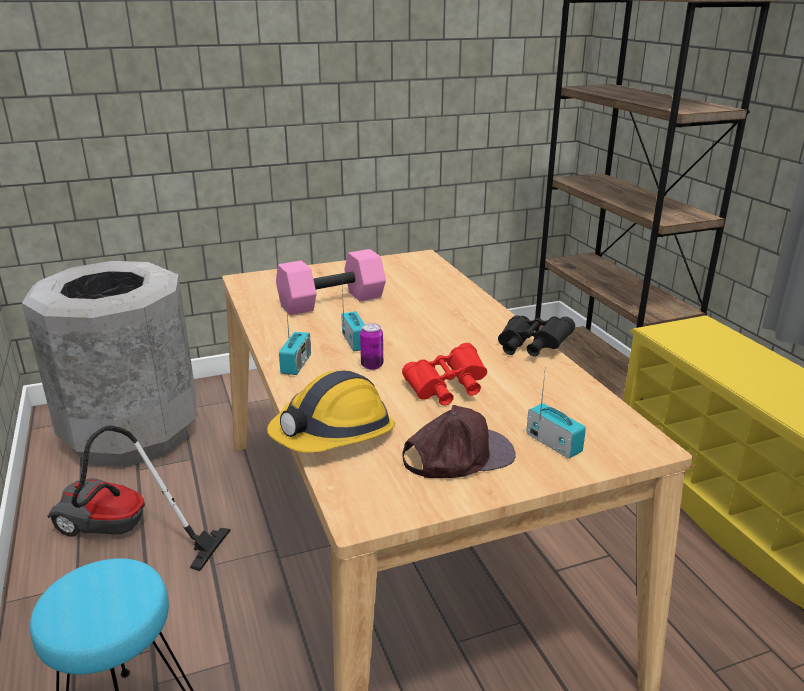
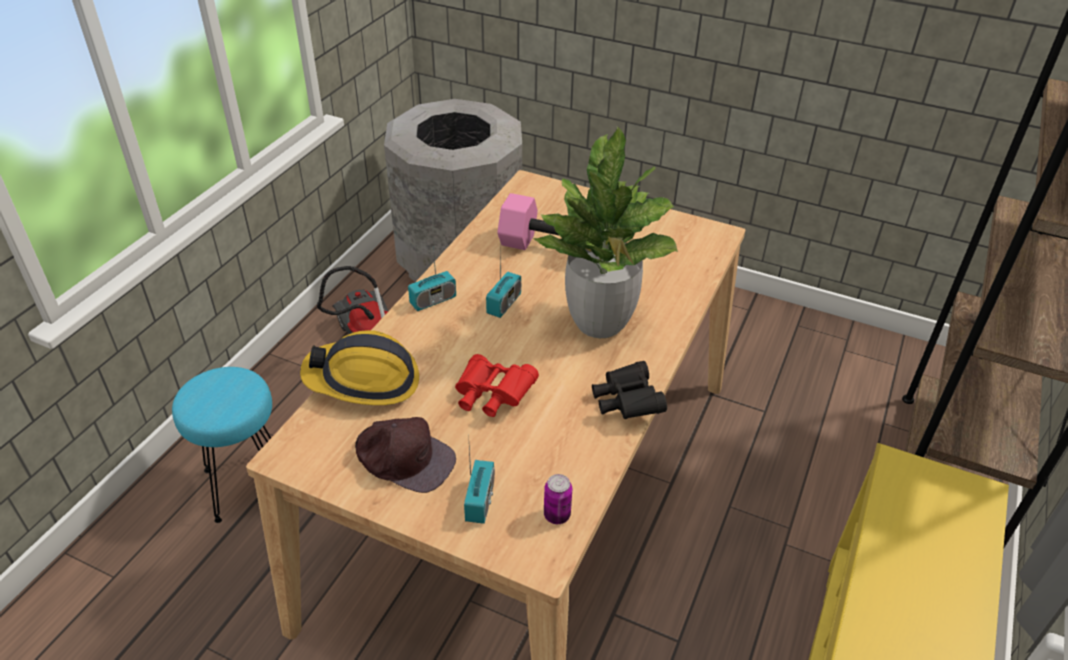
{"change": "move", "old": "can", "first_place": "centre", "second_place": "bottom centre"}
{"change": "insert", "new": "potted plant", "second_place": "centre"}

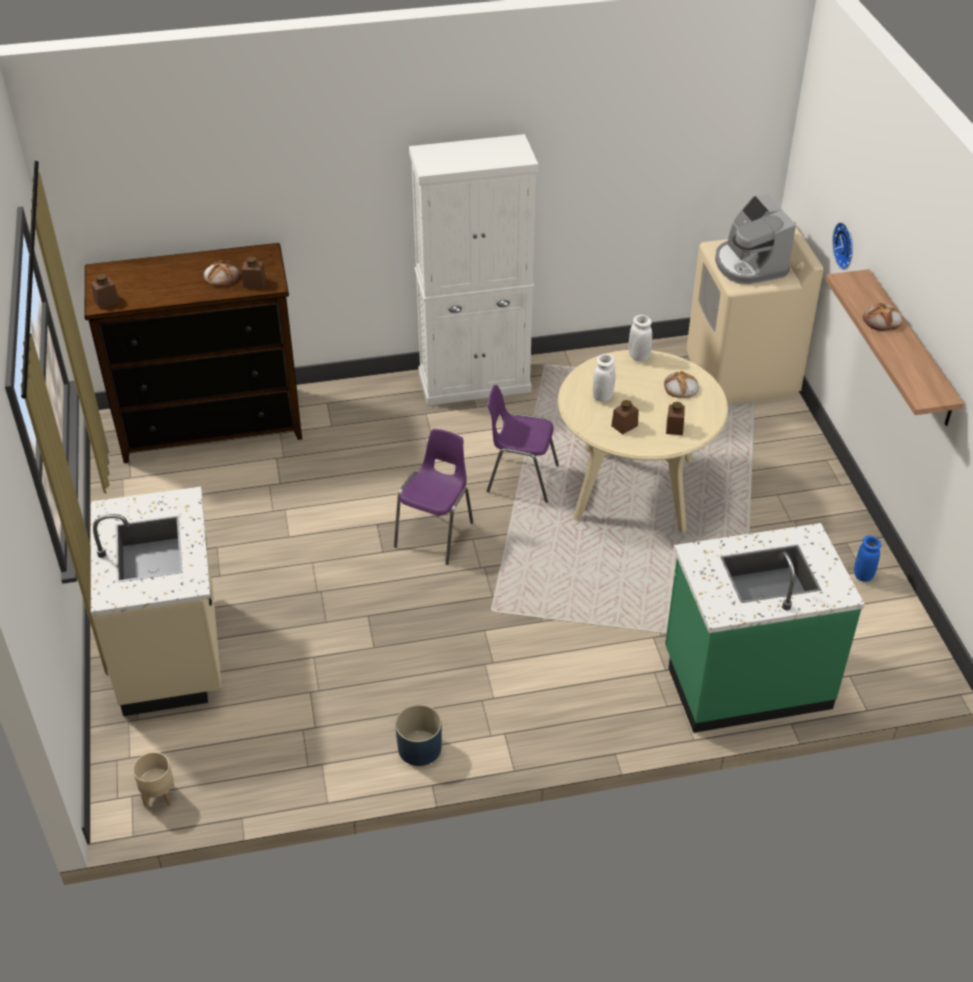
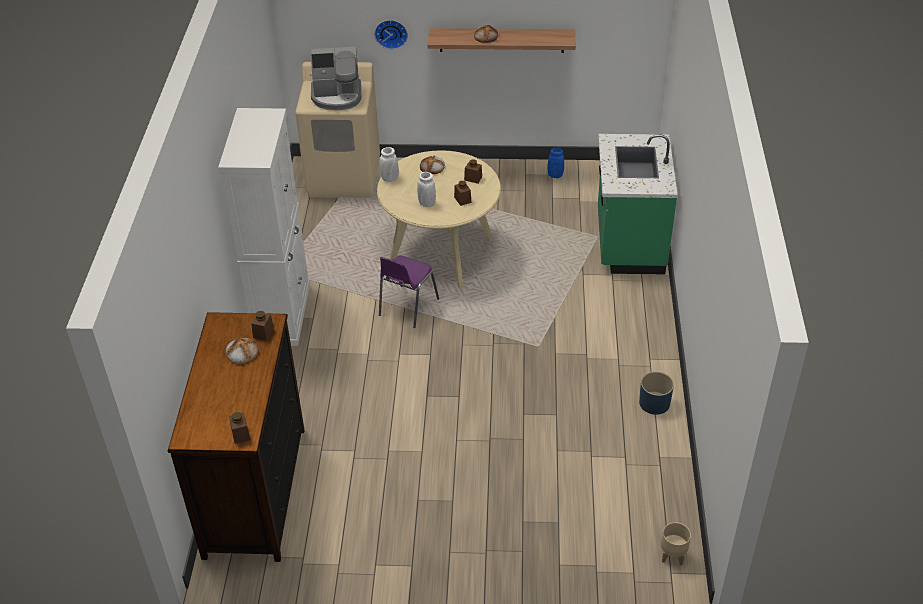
{"change": "delete", "old": "chair in purple (1st from left)", "first_place": "centre"}
{"change": "delete", "old": "counter in beige", "first_place": "middle left"}

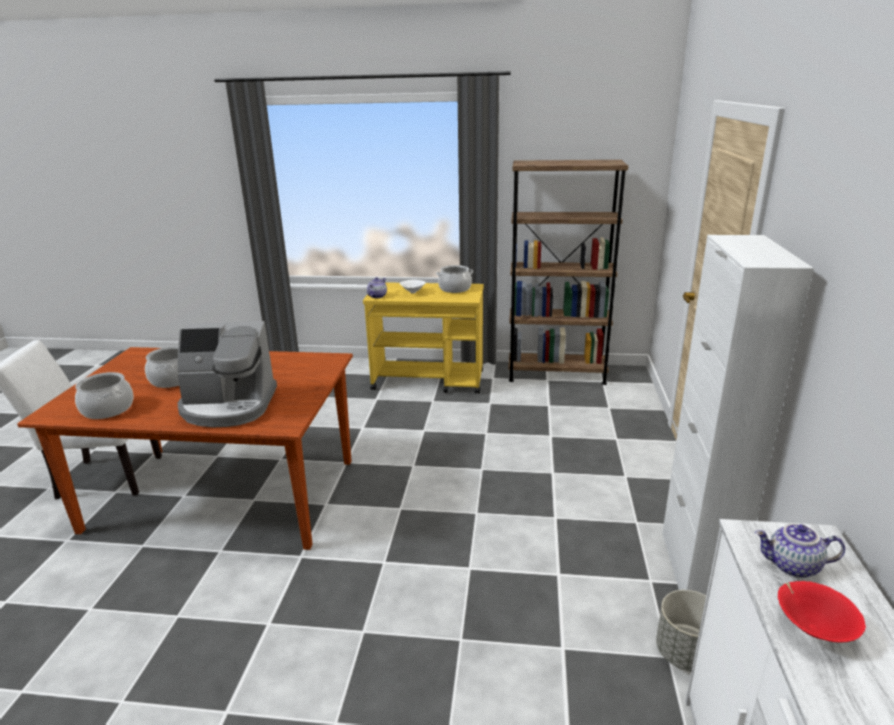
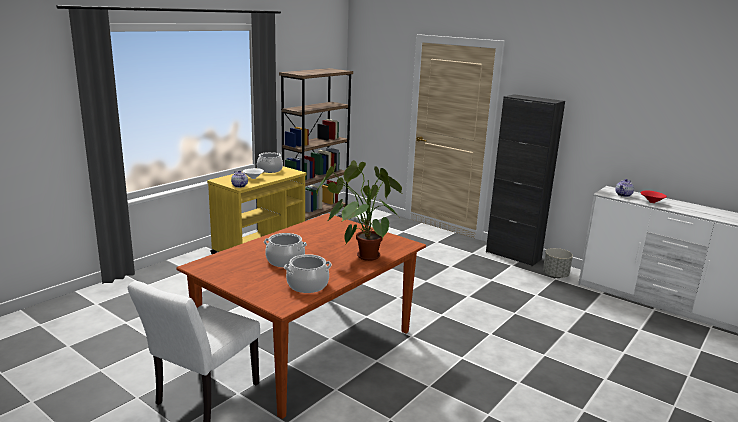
{"change": "recolor", "old": "cabinet in white", "new": "cabinet in black", "first_place": "middle right", "second_place": "middle right"}
{"change": "replace", "old": "coffee machine", "new": "potted plant", "first_place": "middle left", "second_place": "centre"}

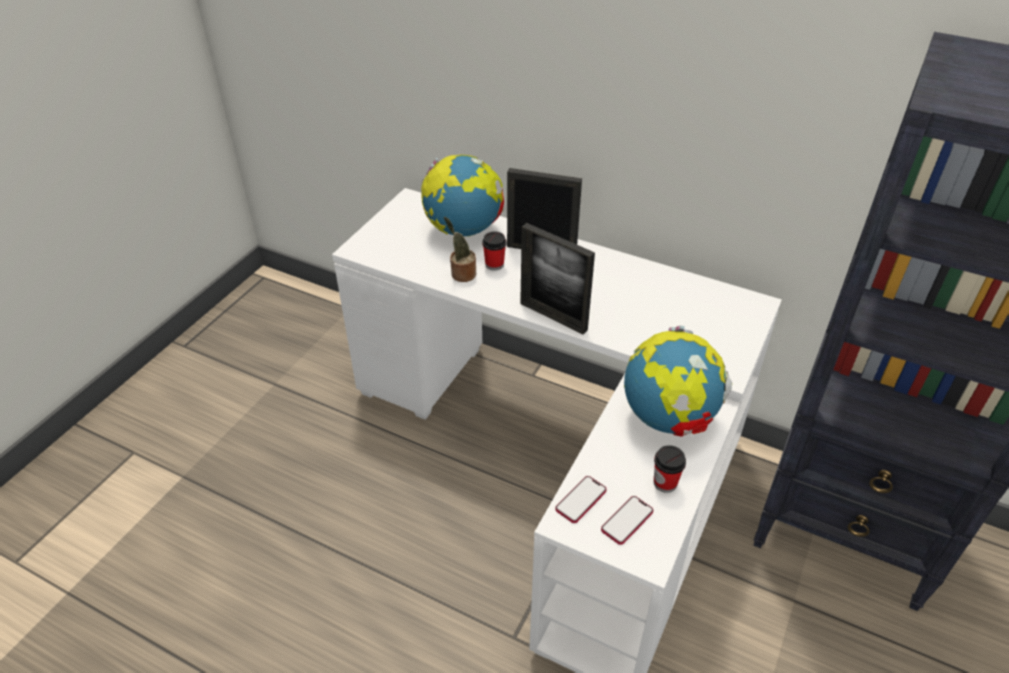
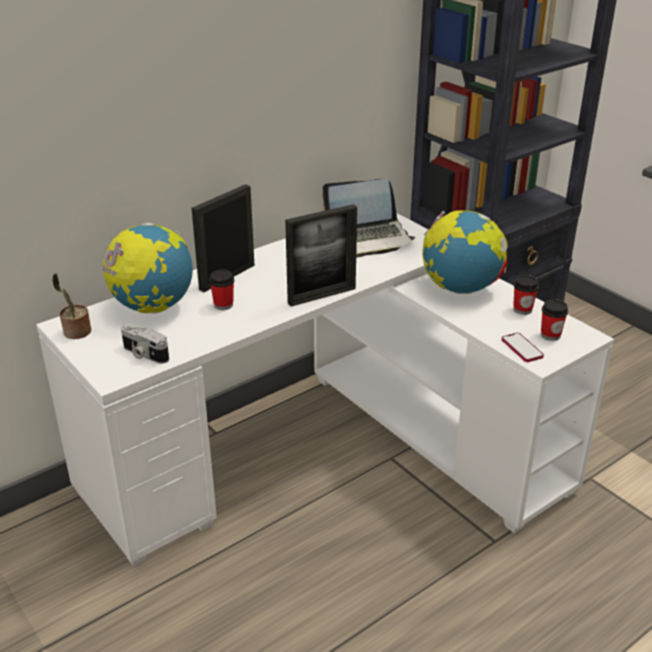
{"change": "move", "old": "potted plant", "first_place": "centre", "second_place": "middle left"}
{"change": "replace", "old": "phone (2nd from left)", "new": "cup (3rd from left)", "first_place": "bottom centre", "second_place": "middle right"}
{"change": "insert", "new": "laptop", "second_place": "centre"}
{"change": "insert", "new": "photo camera", "second_place": "middle left"}

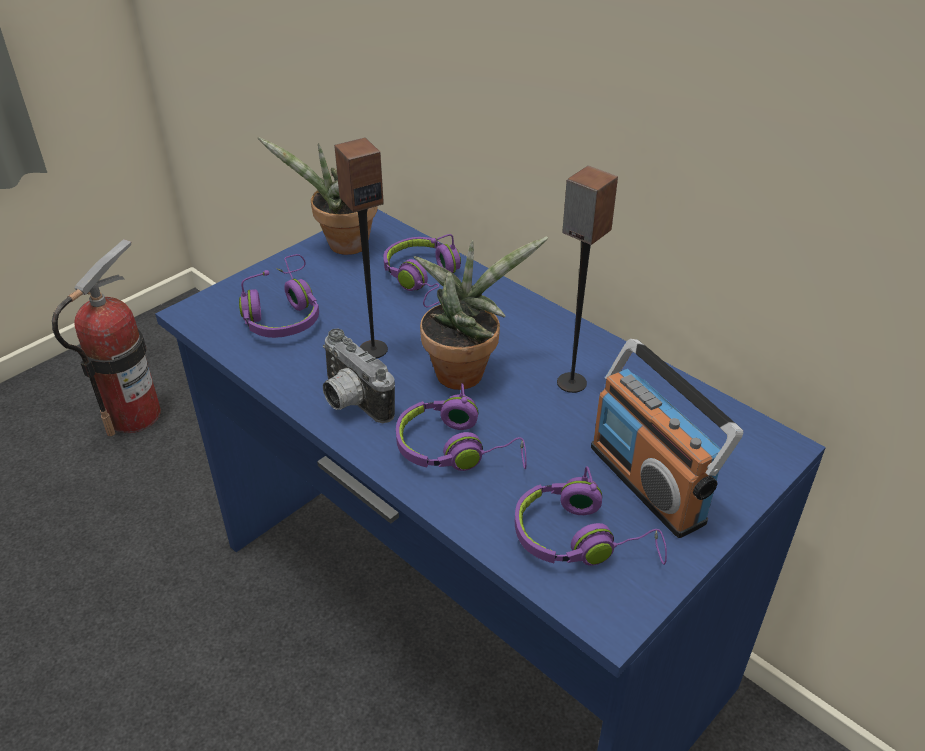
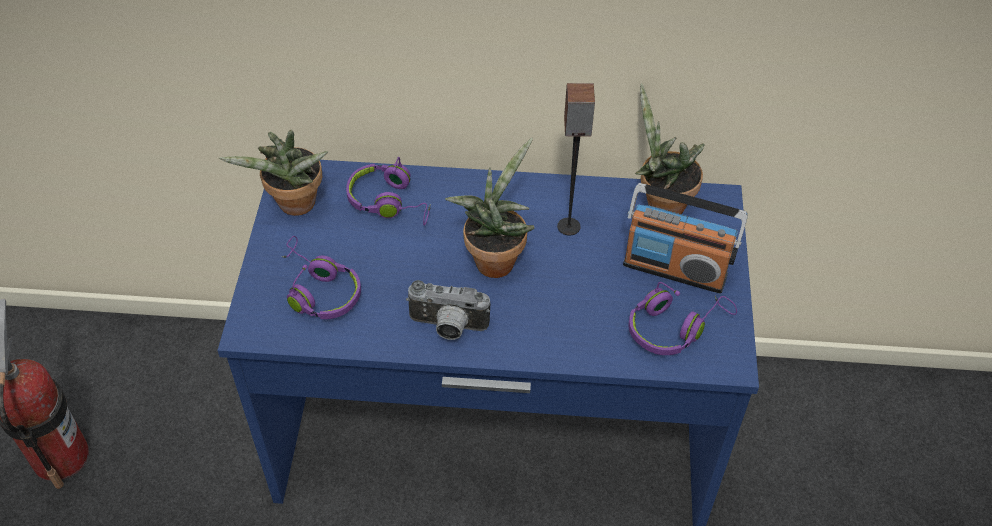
{"change": "delete", "old": "speaker (1st from left)", "first_place": "top centre"}
{"change": "delete", "old": "headphones in purple (3rd from left)", "first_place": "centre"}
{"change": "insert", "new": "potted plant (3rd from left)", "second_place": "top right"}

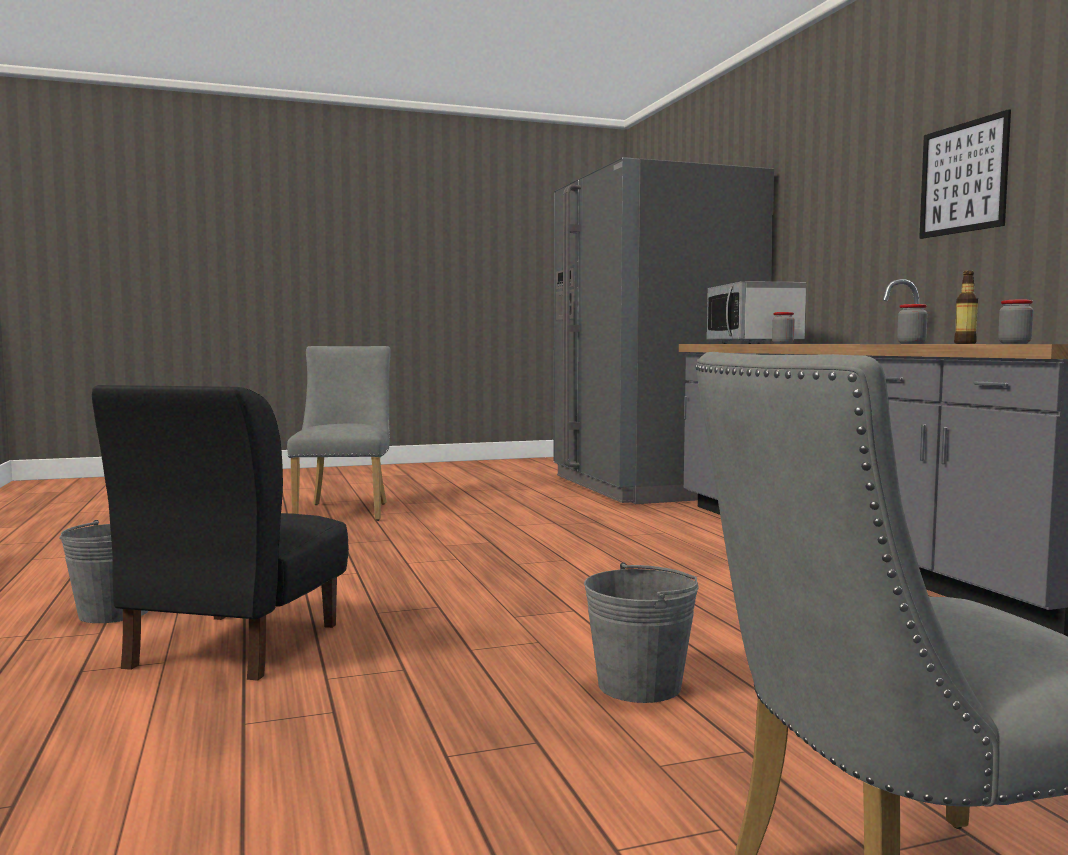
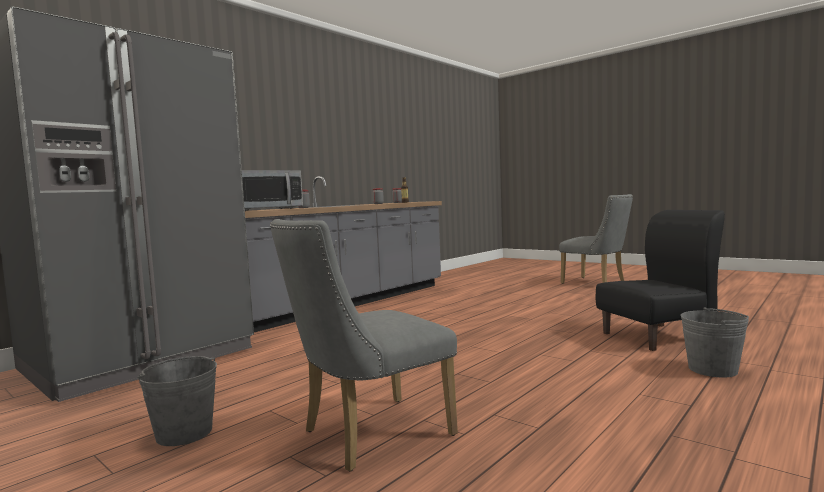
{"change": "delete", "old": "picture", "first_place": "top right"}
{"change": "move", "old": "bucket in grey (2nd from left in the first image)", "new": "bucket in grey (1st from left)", "first_place": "bottom centre", "second_place": "bottom left"}

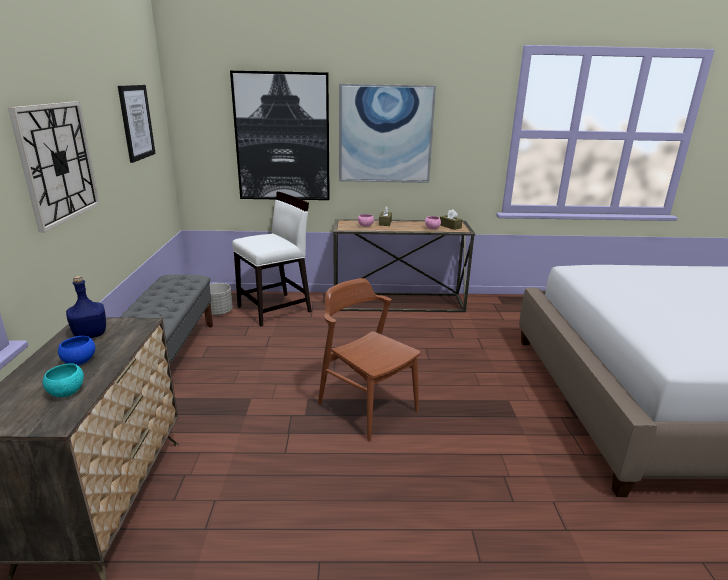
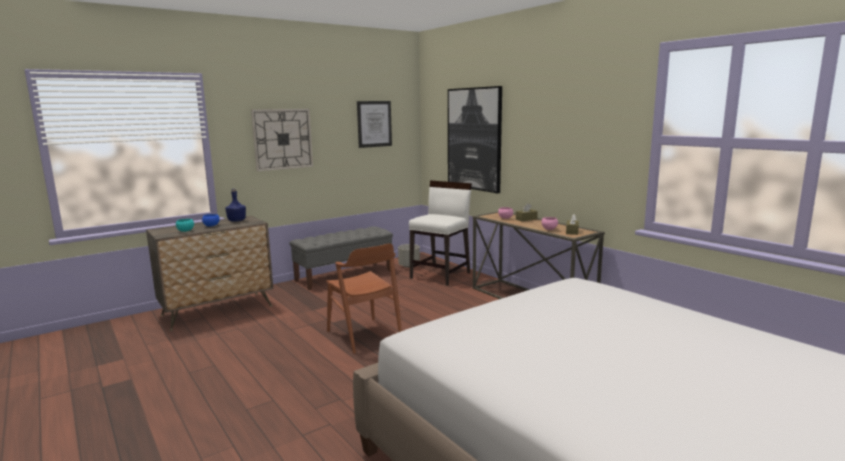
{"change": "delete", "old": "picture (3rd from left)", "first_place": "top centre"}
{"change": "rotate", "old": "chair in white", "first_place": "centre", "second_place": "centre", "degrees": -75}
{"change": "rotate", "old": "chair in brown", "first_place": "centre", "second_place": "centre", "degrees": 135}

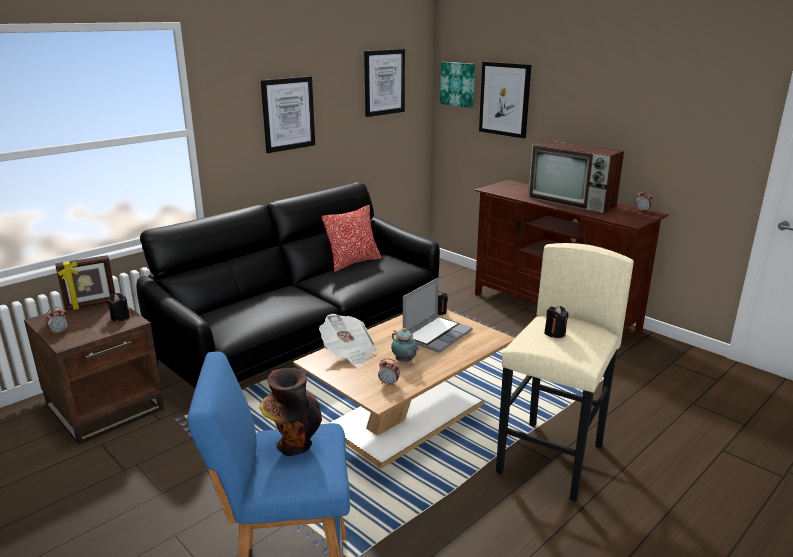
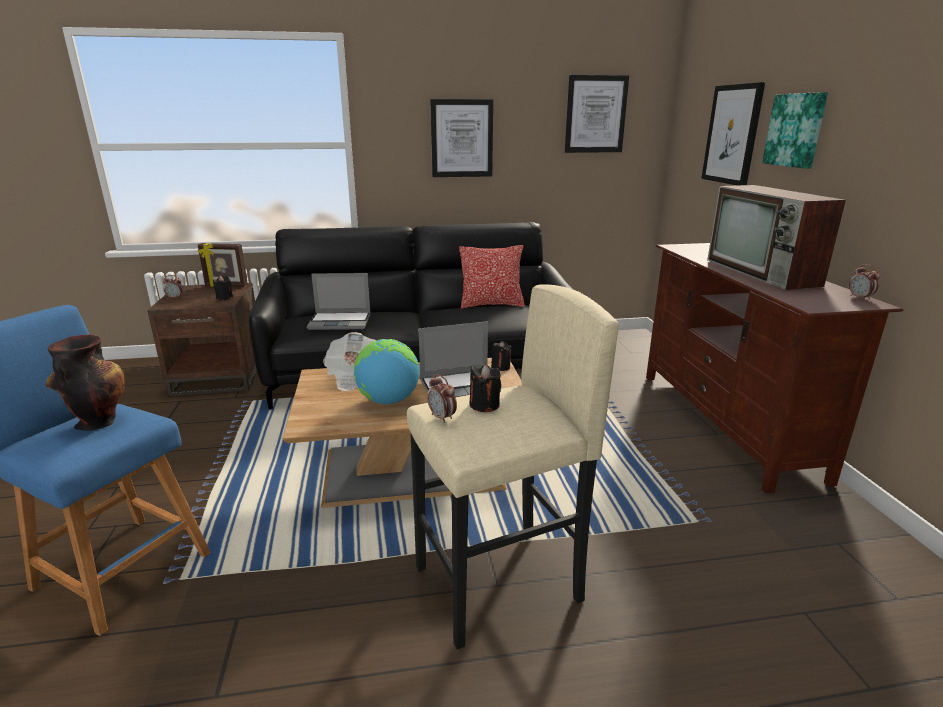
{"change": "move", "old": "picture (3rd from left in the first image)", "new": "picture (4th from left)", "first_place": "top centre", "second_place": "top right"}
{"change": "replace", "old": "teapot", "new": "globe", "first_place": "centre", "second_place": "centre"}
{"change": "move", "old": "alarm clock (2nd from left)", "first_place": "bottom centre", "second_place": "centre"}
{"change": "insert", "new": "laptop (1st from left)", "second_place": "centre"}

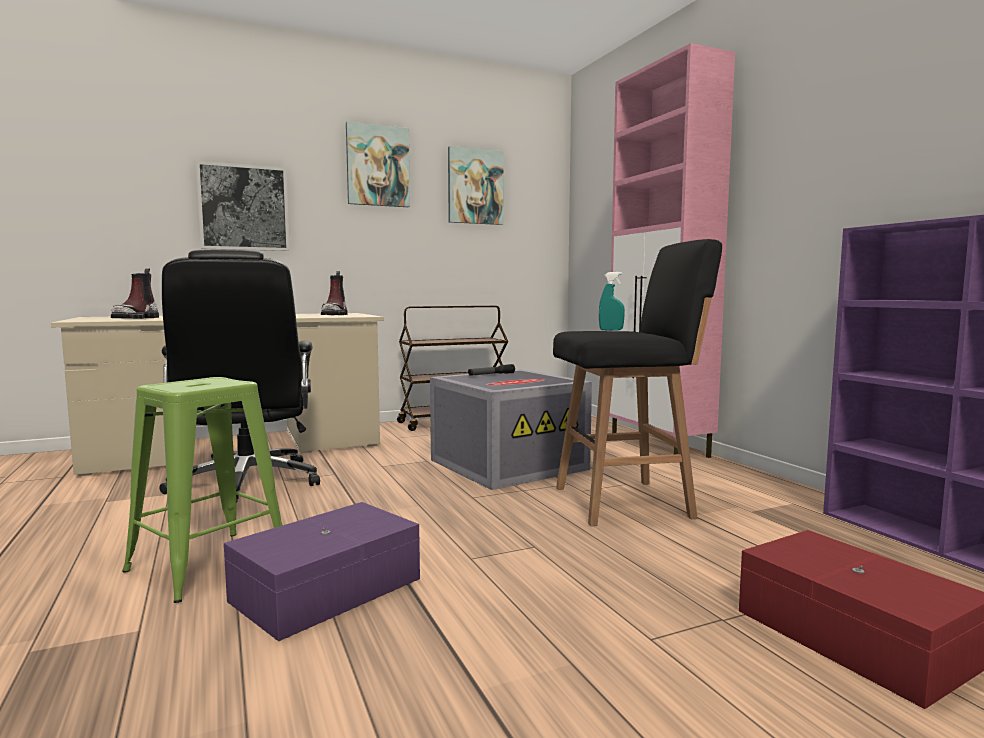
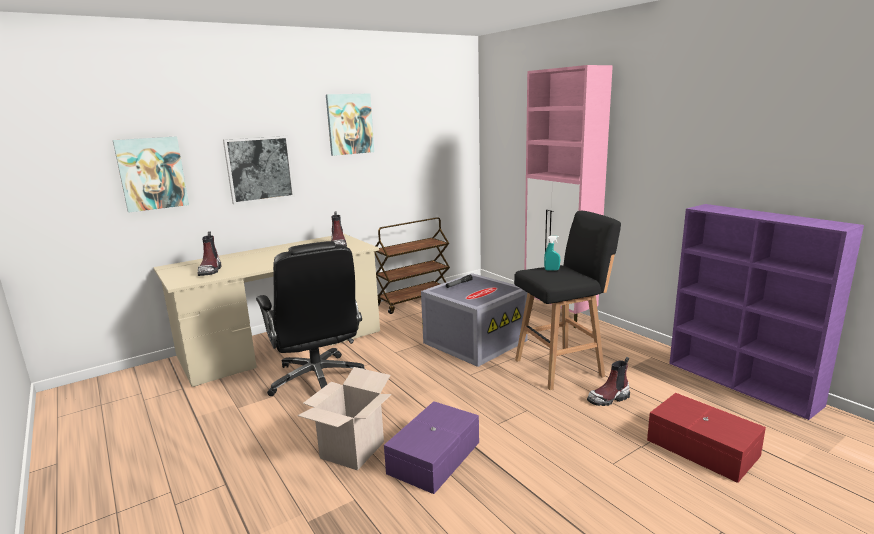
{"change": "move", "old": "picture (3rd from left in the first image)", "new": "picture (1st from left)", "first_place": "top centre", "second_place": "top left"}
{"change": "replace", "old": "stool in green", "new": "cardboard box", "first_place": "middle left", "second_place": "bottom centre"}
{"change": "insert", "new": "boot (3rd from left)", "second_place": "bottom right"}

